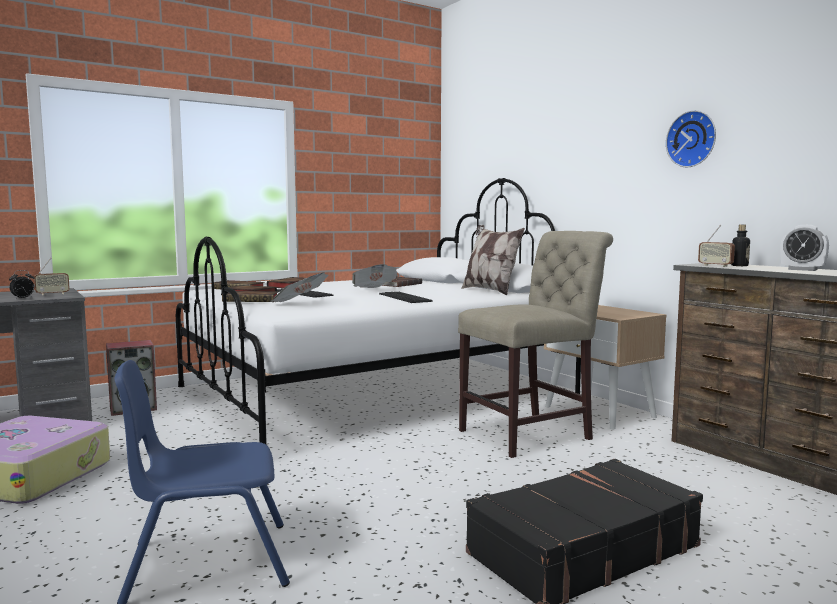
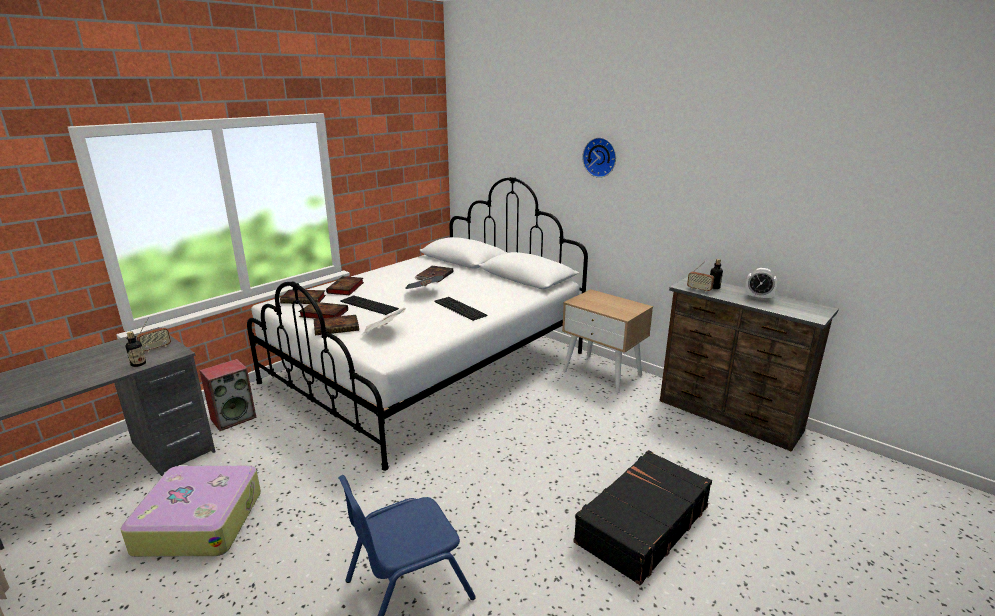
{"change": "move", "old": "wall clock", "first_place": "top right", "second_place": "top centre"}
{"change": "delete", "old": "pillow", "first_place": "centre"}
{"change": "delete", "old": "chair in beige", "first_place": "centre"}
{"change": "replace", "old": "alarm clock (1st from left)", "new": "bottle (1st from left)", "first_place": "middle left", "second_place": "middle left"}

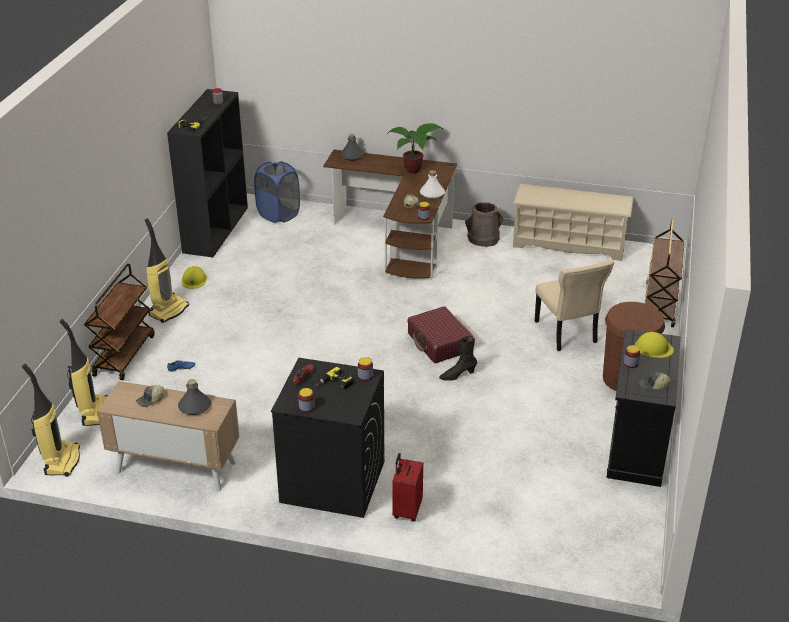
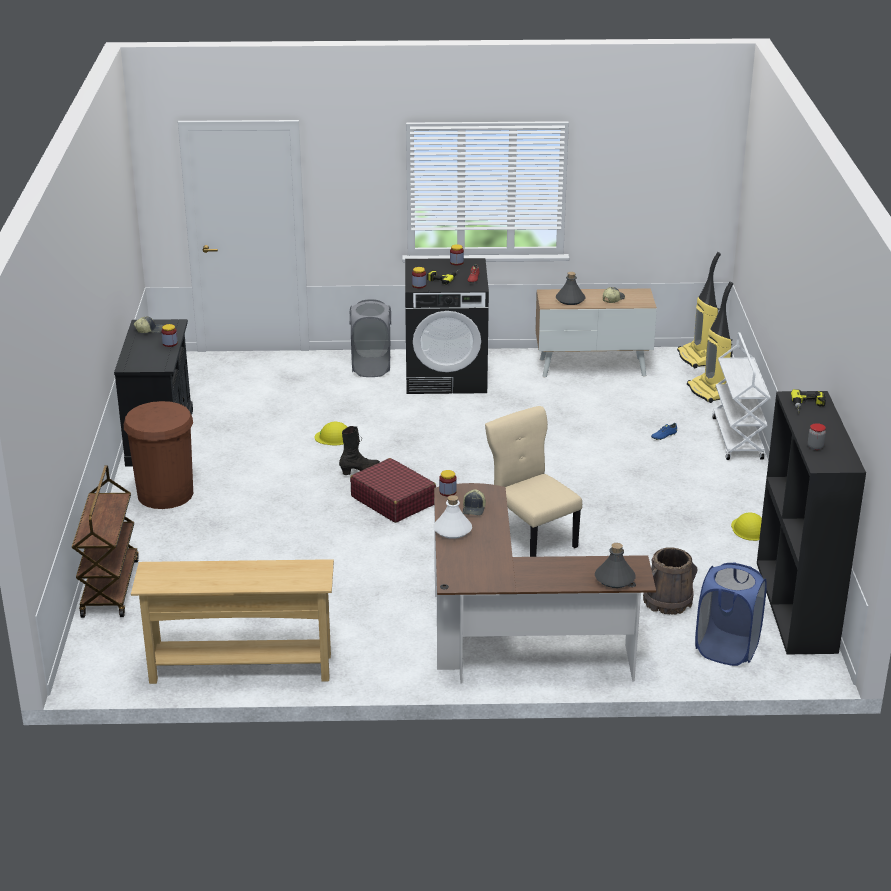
{"change": "delete", "old": "potted plant", "first_place": "top centre"}
{"change": "replace", "old": "shoe rack in beige", "new": "console table in beige", "first_place": "middle right", "second_place": "bottom left"}
{"change": "move", "old": "bucket in brown", "first_place": "centre", "second_place": "middle right"}
{"change": "delete", "old": "vacuum cleaner (3rd from left)", "first_place": "middle left"}
{"change": "move", "old": "chair in beige", "first_place": "middle right", "second_place": "centre"}
{"change": "recolor", "old": "cart in brown (1st from left)", "new": "cart in white", "first_place": "middle left", "second_place": "middle right"}
{"change": "move", "old": "hard hat in yellow (2nd from left in the first image)", "new": "hard hat in yellow (1st from left)", "first_place": "middle right", "second_place": "centre"}
{"change": "replace", "old": "suitcase in red (1st from left)", "new": "laundry basket in grey", "first_place": "bottom centre", "second_place": "centre"}

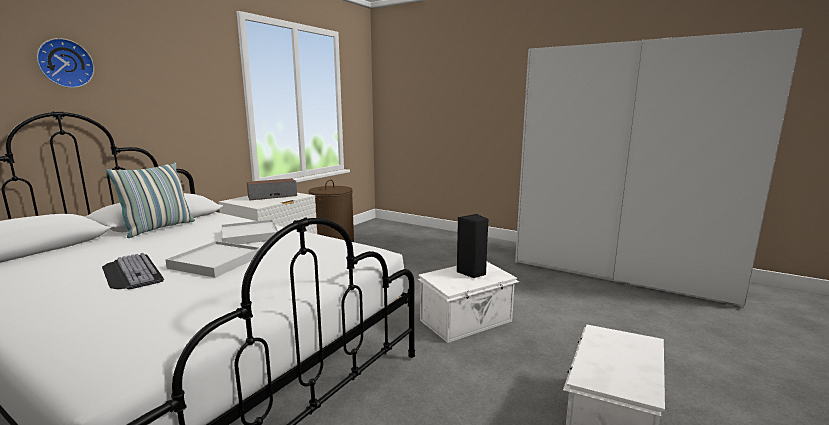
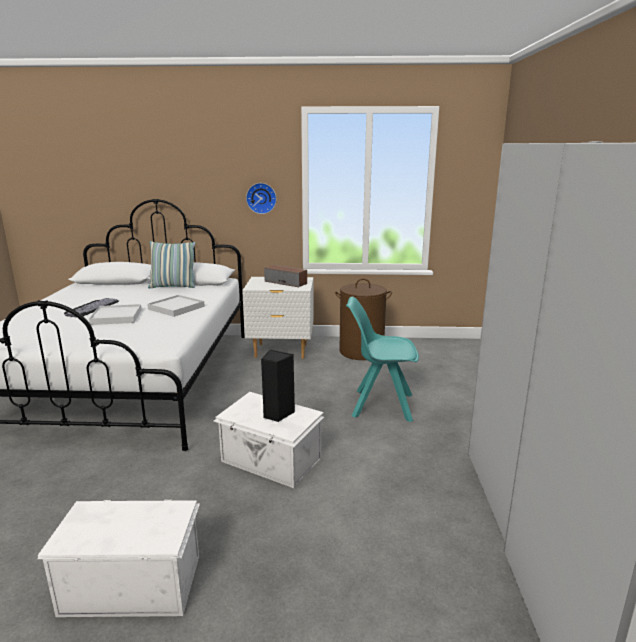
{"change": "move", "old": "wall clock", "first_place": "top left", "second_place": "top centre"}
{"change": "insert", "new": "chair in turquoise", "second_place": "centre"}

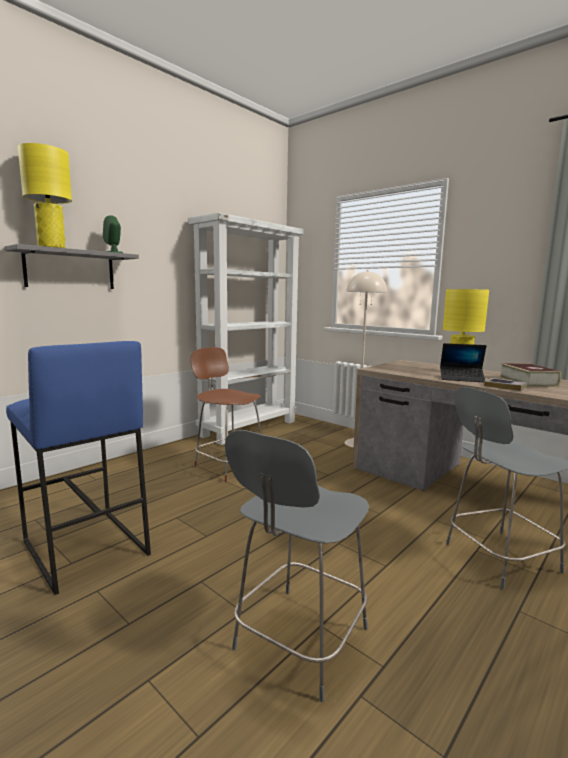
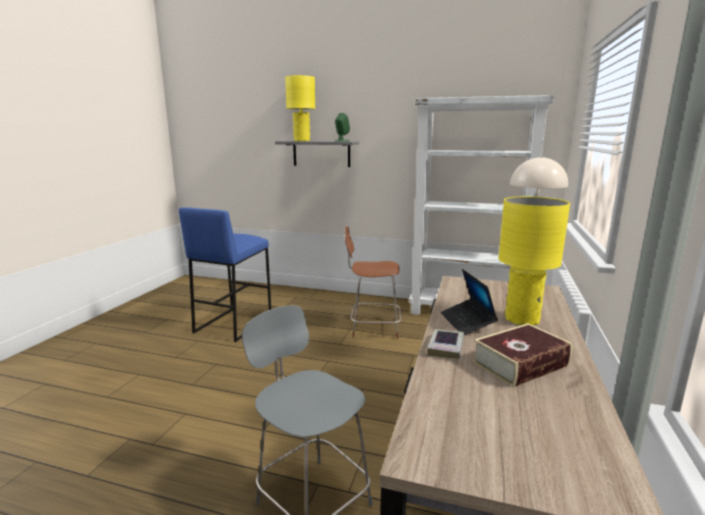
{"change": "rotate", "old": "chair in brown", "first_place": "centre", "second_place": "centre", "degrees": -105}
{"change": "delete", "old": "chair in grey (1st from left)", "first_place": "bottom centre"}

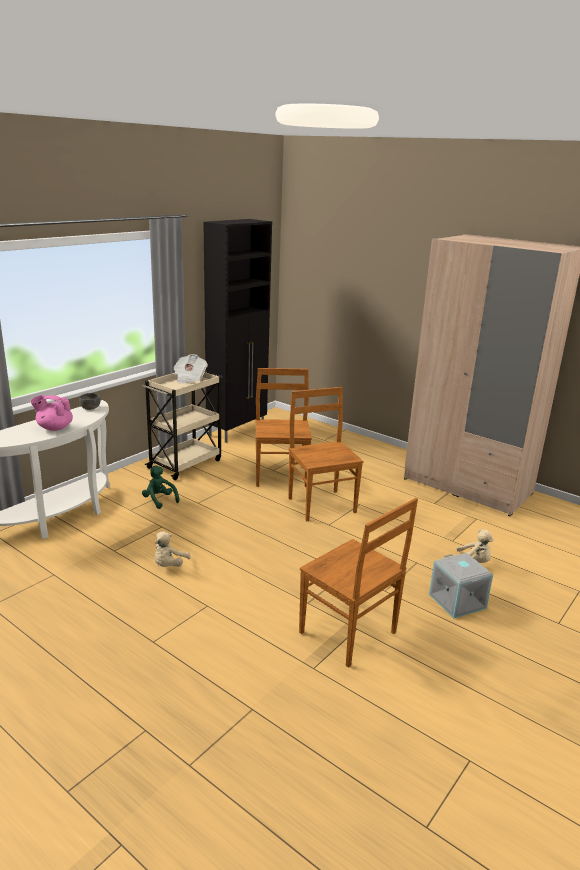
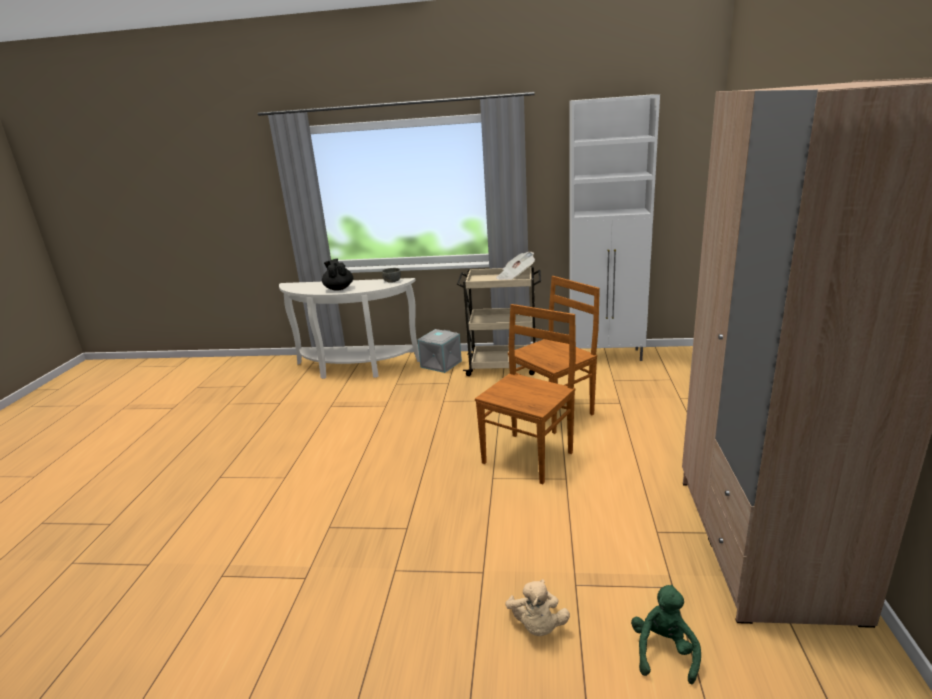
{"change": "recolor", "old": "cabinet in black", "new": "cabinet in white", "first_place": "centre", "second_place": "top centre"}
{"change": "recolor", "old": "teapot in pink", "new": "teapot in black", "first_place": "middle left", "second_place": "centre"}
{"change": "move", "old": "plush toy in green", "first_place": "middle left", "second_place": "bottom right"}
{"change": "delete", "old": "chair in brown (3rd from left)", "first_place": "bottom centre"}
{"change": "delete", "old": "plush toy in beige (1st from left)", "first_place": "middle left"}
{"change": "move", "old": "storage box in grey", "first_place": "bottom right", "second_place": "centre"}

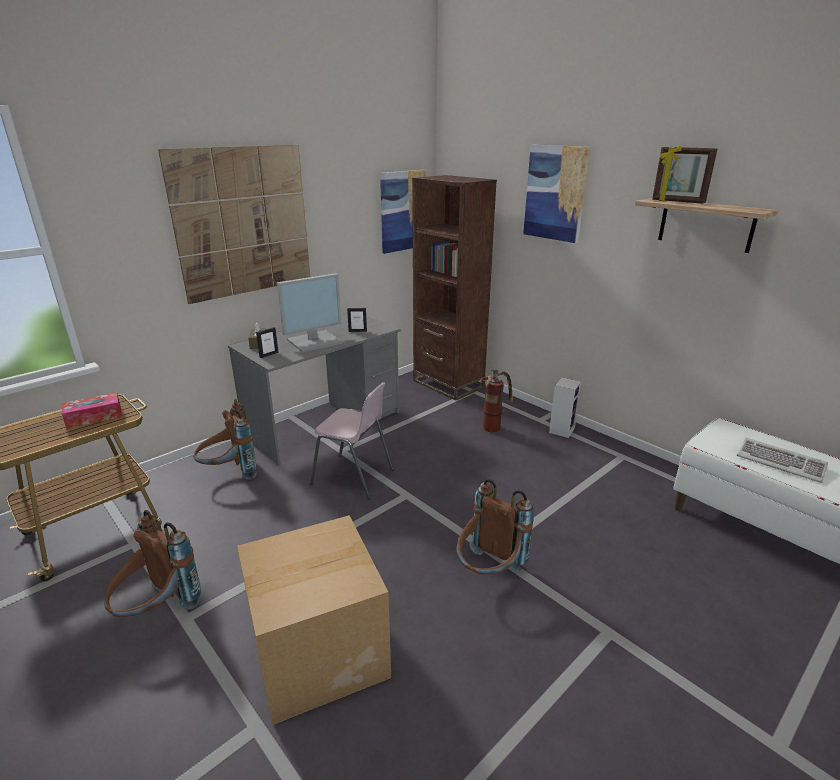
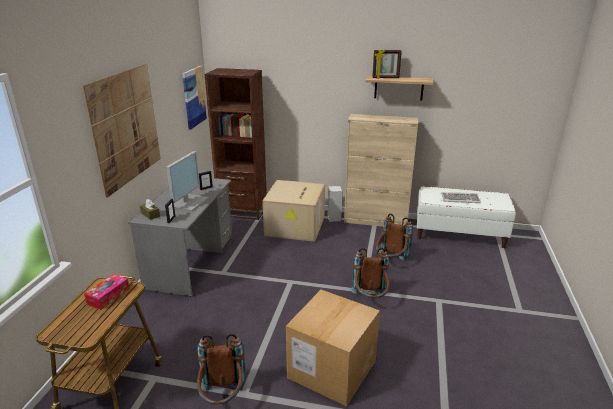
{"change": "delete", "old": "picture (3rd from left)", "first_place": "top centre"}
{"change": "replace", "old": "fire extinguisher", "new": "cardboard box (1st from left)", "first_place": "centre", "second_place": "centre"}
{"change": "delete", "old": "chair in pink", "first_place": "centre"}
{"change": "move", "old": "backpack in brown (2nd from left in the first image)", "new": "backpack in brown (3rd from left)", "first_place": "middle left", "second_place": "centre"}
{"change": "insert", "new": "cabinet in beige", "second_place": "centre"}

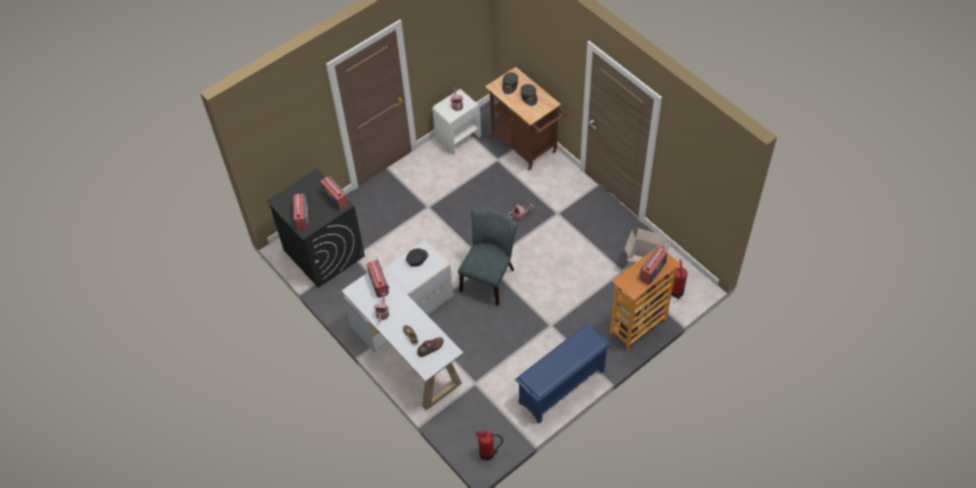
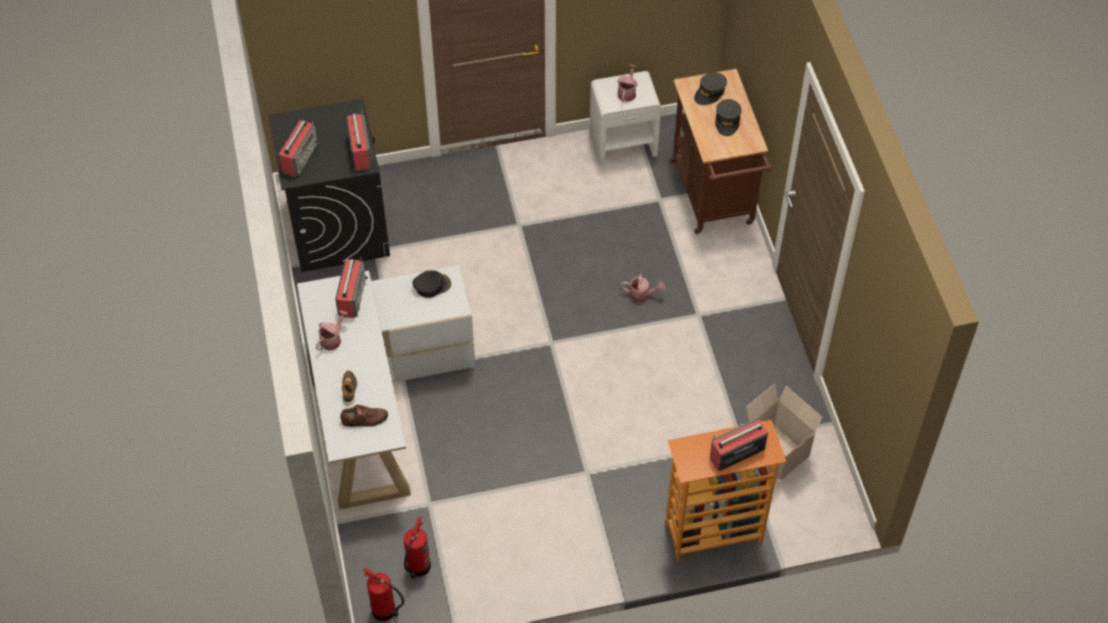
{"change": "delete", "old": "chair in grey", "first_place": "centre"}
{"change": "move", "old": "fire extinguisher (2nd from left)", "first_place": "middle right", "second_place": "bottom centre"}
{"change": "delete", "old": "shoe rack in blue", "first_place": "bottom centre"}

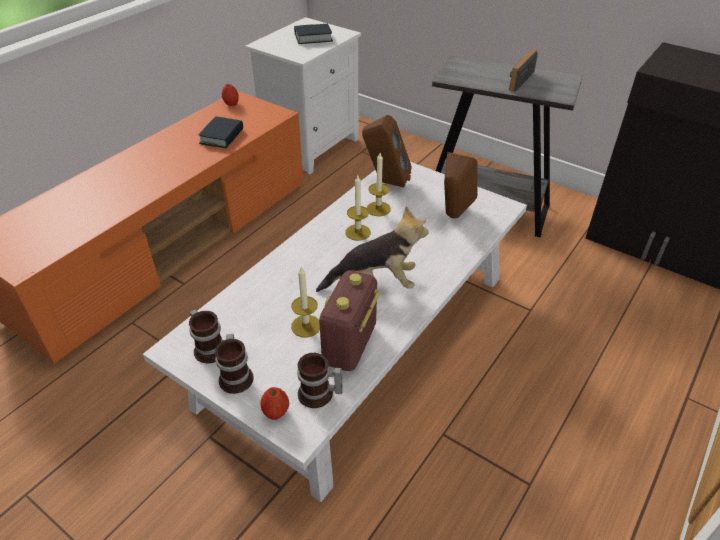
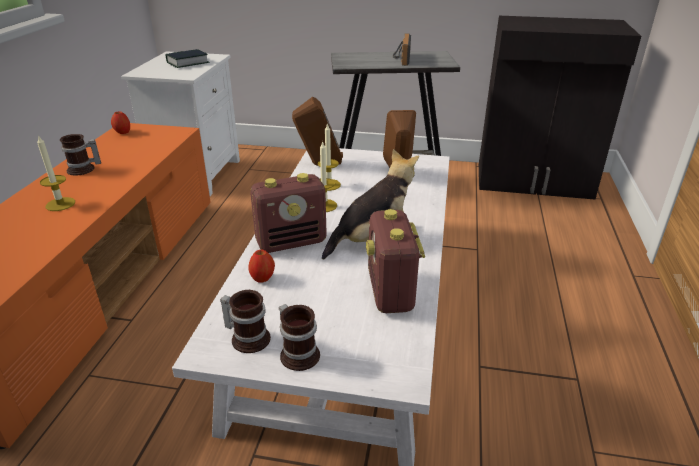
{"change": "delete", "old": "book (1st from left)", "first_place": "top left"}
{"change": "move", "old": "candle (1st from left)", "first_place": "centre", "second_place": "middle left"}
{"change": "move", "old": "mug (3rd from left in the first image)", "new": "mug (1st from left)", "first_place": "bottom centre", "second_place": "top left"}
{"change": "move", "old": "apple (2nd from left)", "first_place": "bottom centre", "second_place": "centre"}
{"change": "insert", "new": "radio (1st from left)", "second_place": "centre"}

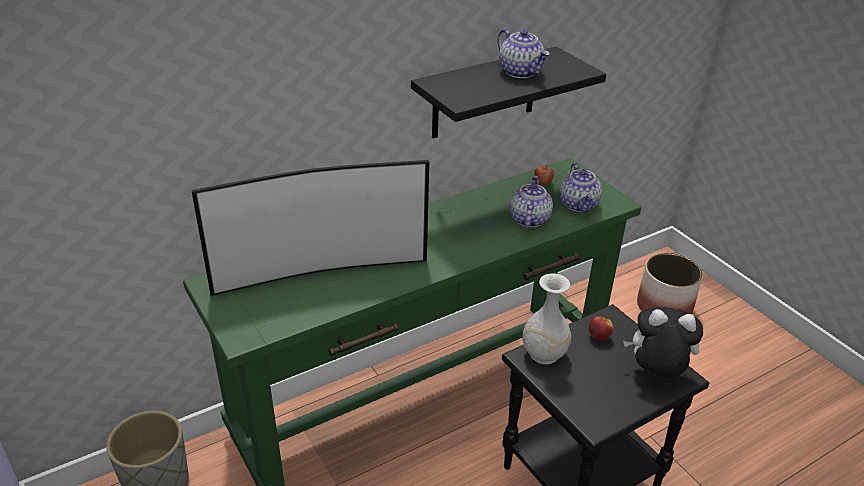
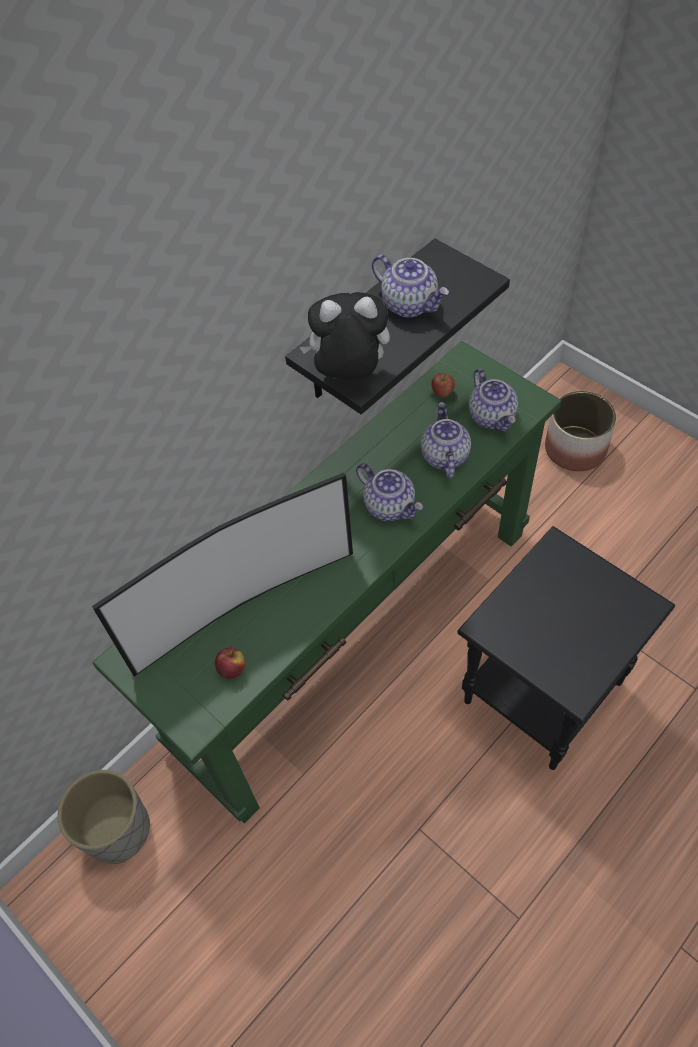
{"change": "delete", "old": "vase in white", "first_place": "centre"}
{"change": "move", "old": "plush toy", "first_place": "bottom right", "second_place": "top centre"}
{"change": "move", "old": "apple (2nd from left in the first image)", "new": "apple (1st from left)", "first_place": "bottom right", "second_place": "middle left"}
{"change": "insert", "new": "teapot (1st from left)", "second_place": "centre"}

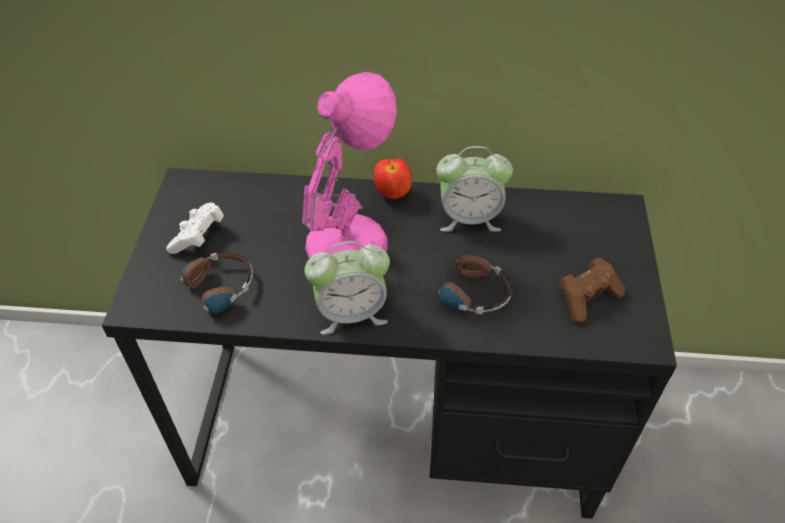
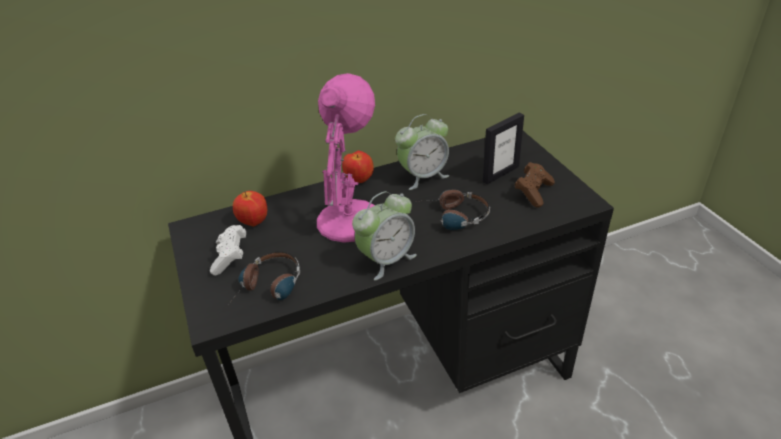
{"change": "insert", "new": "picture frame", "second_place": "centre"}
{"change": "insert", "new": "apple (1st from left)", "second_place": "middle left"}

